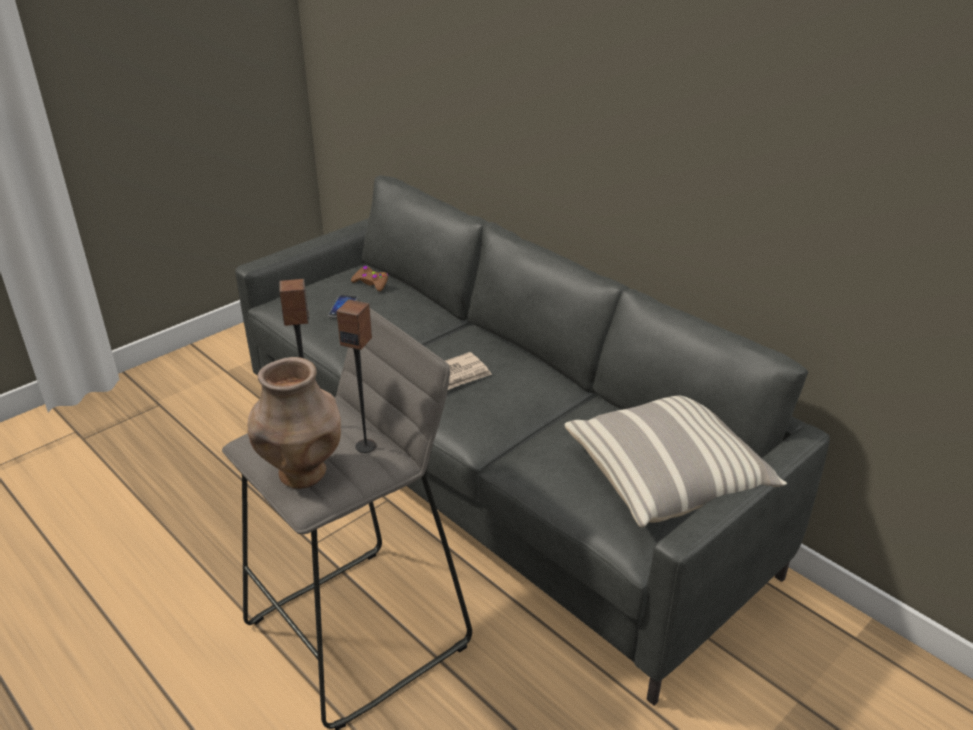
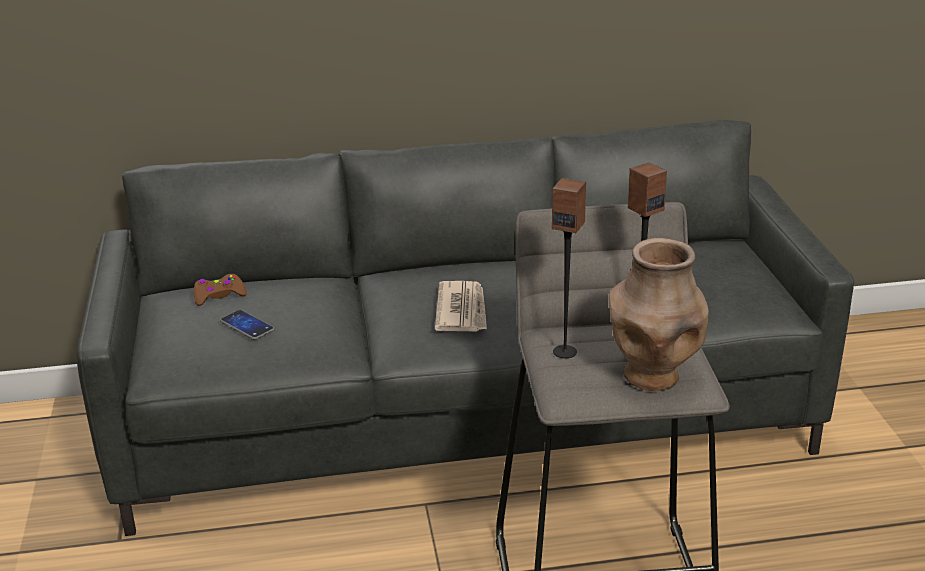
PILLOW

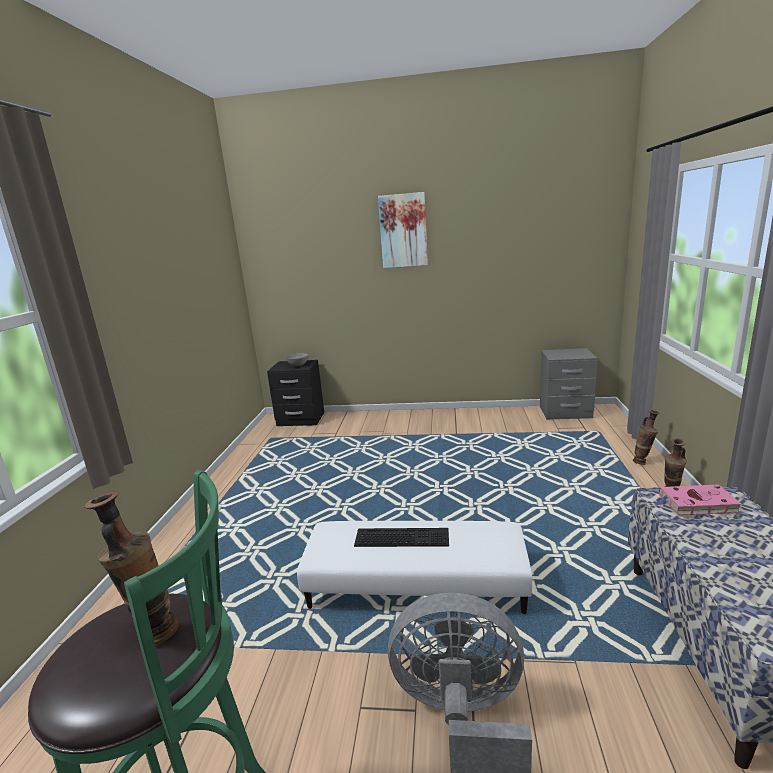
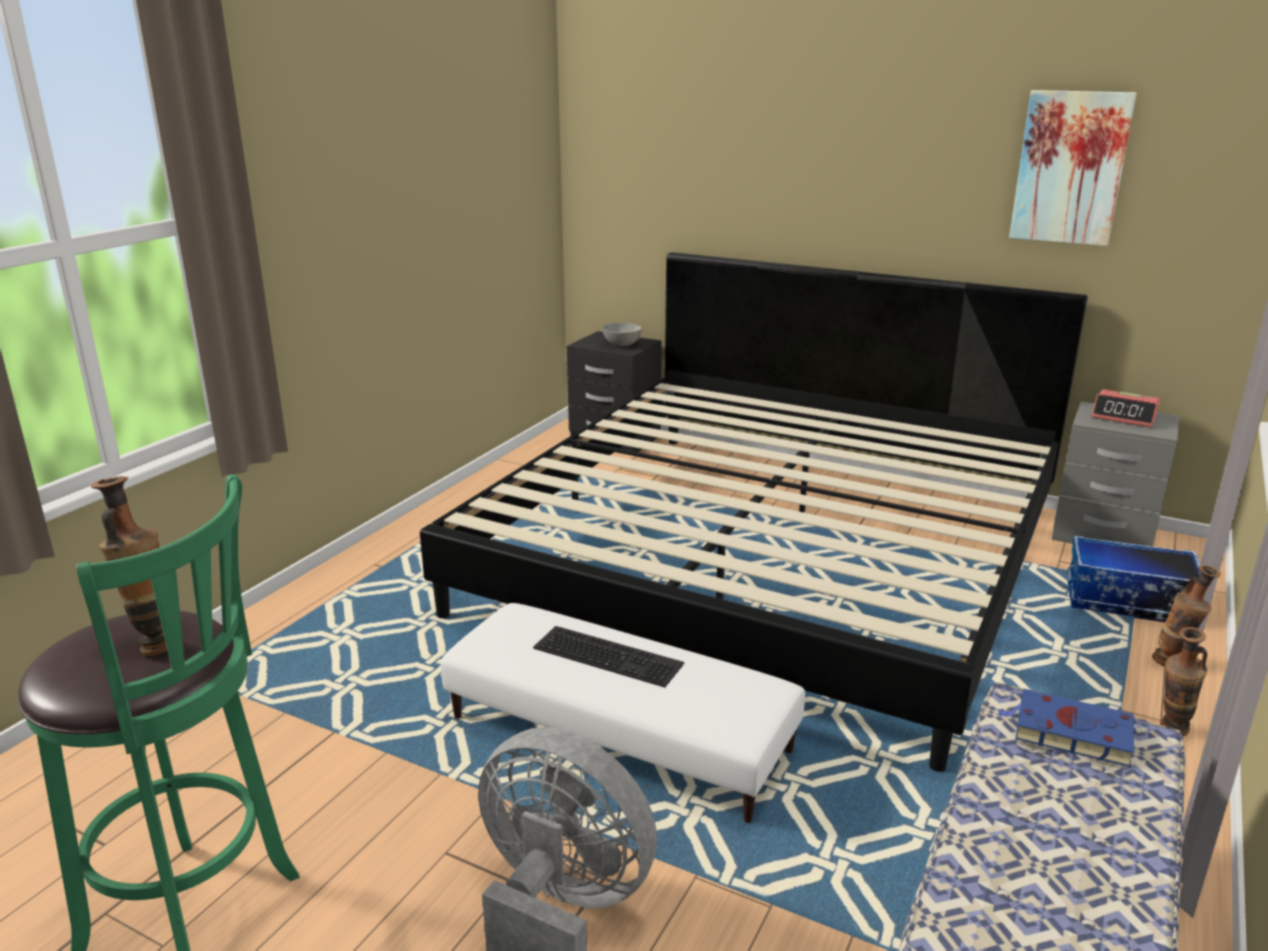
PICTURE
BLUE BOOK
BED
ALARM CLOCK
STORAGE BOX

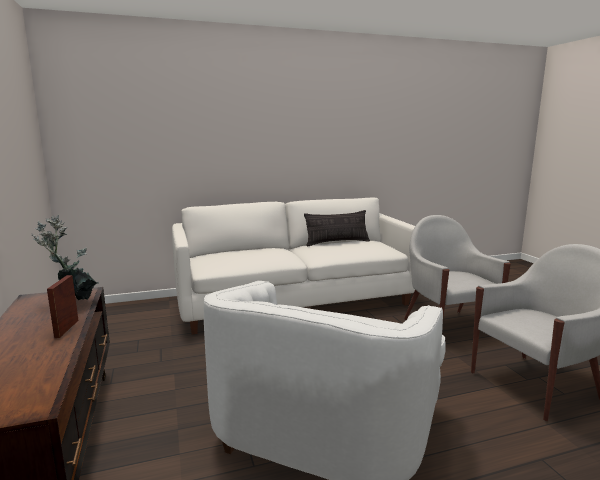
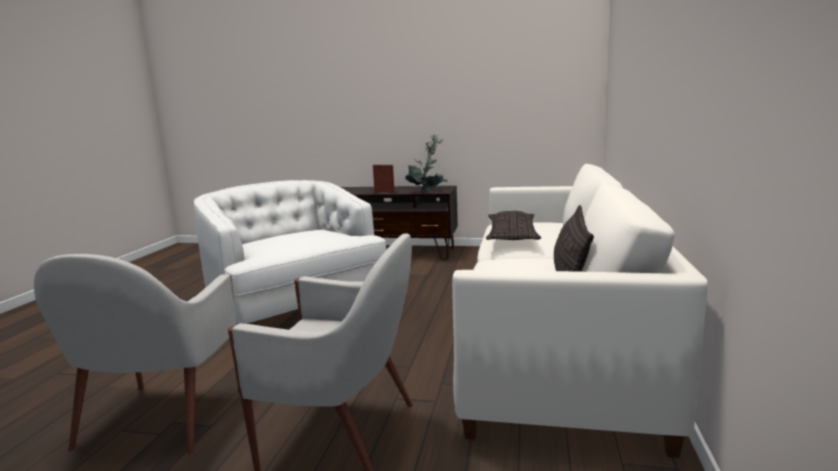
PILLOW (1st from left)

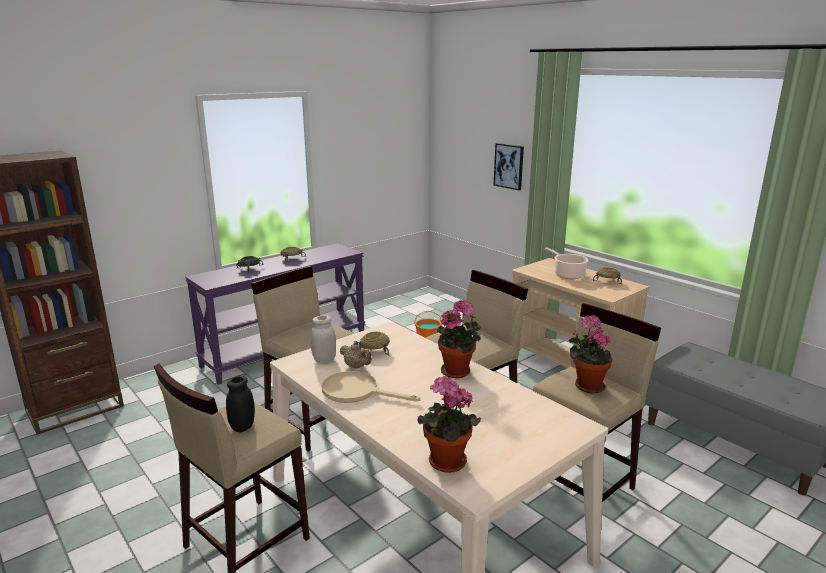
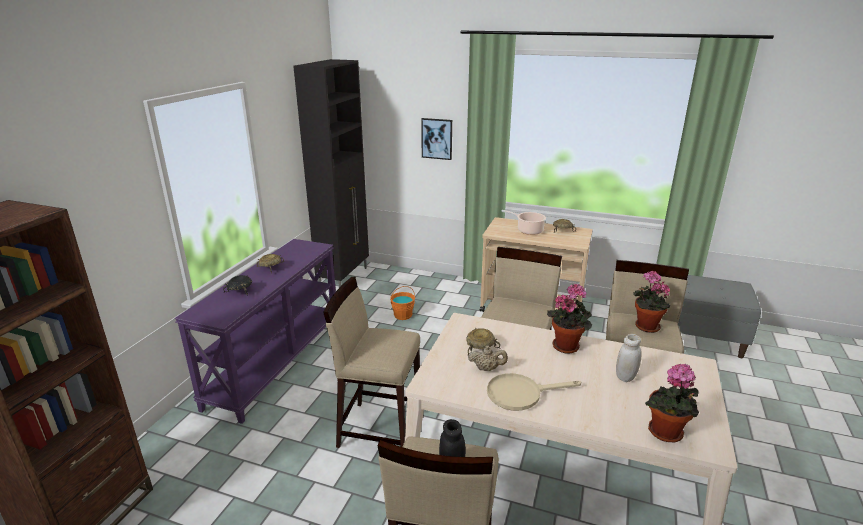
WHITE JAR
BLACK CABINET

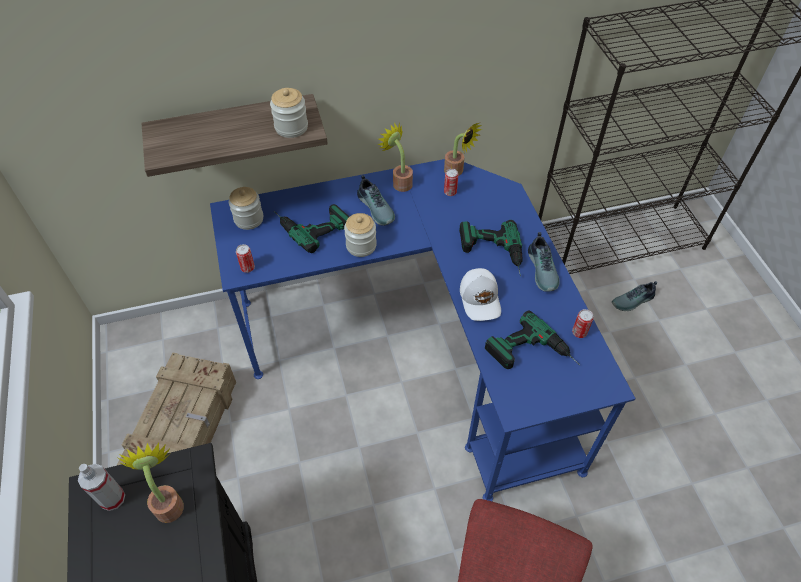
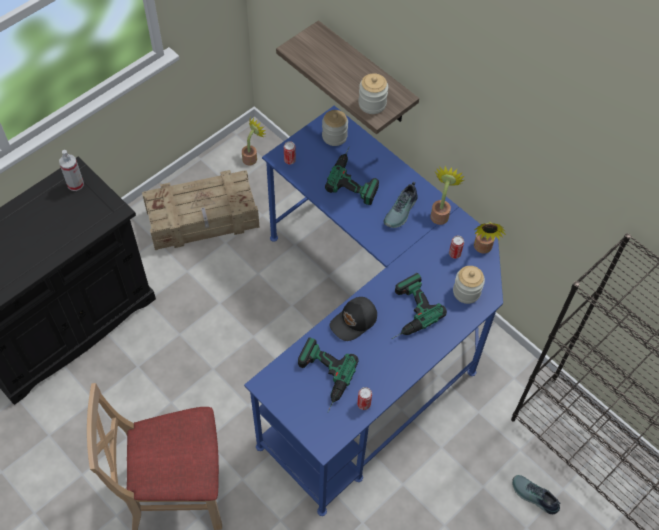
JAR (3rd from left)
SHOE (2nd from left in the first image)
BLACK CAP
POTTED PLANT (1st from left)

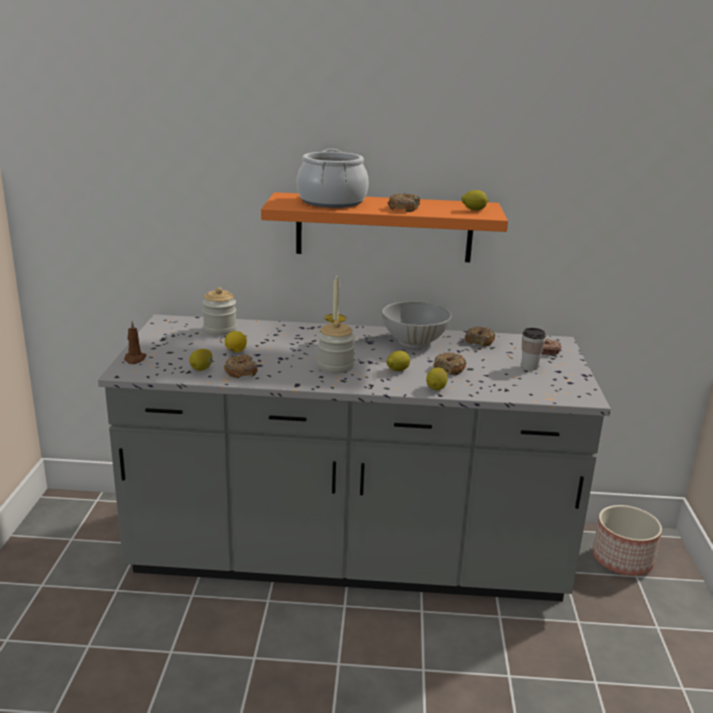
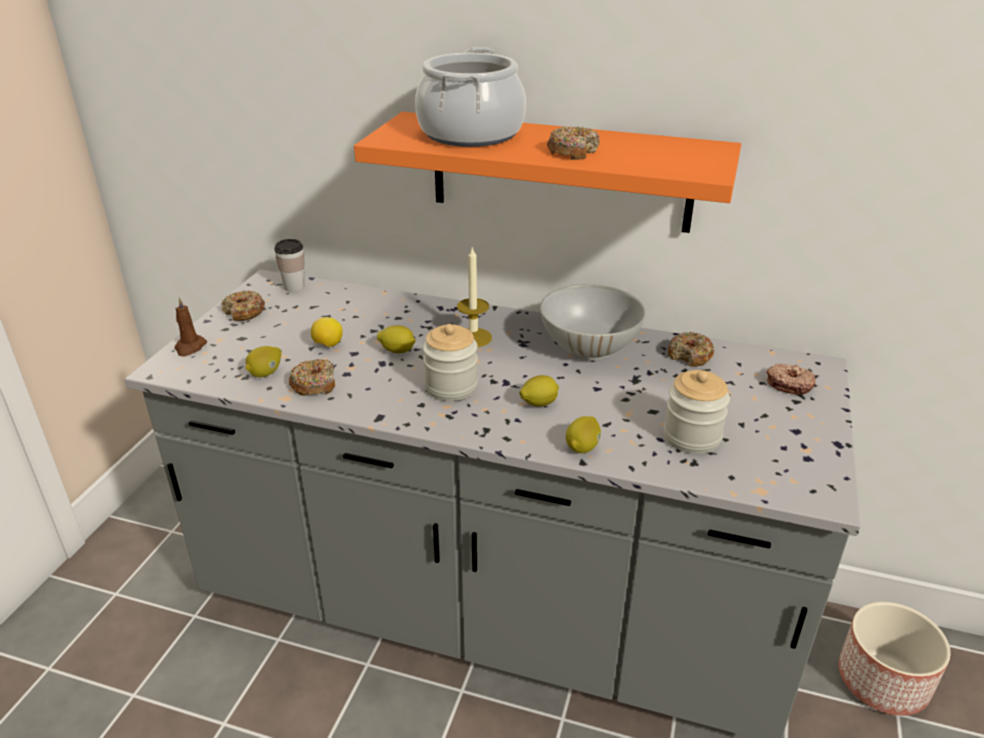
LEMON (3rd from left)
JAR (2nd from left)
CUP
DONUT (1st from left)

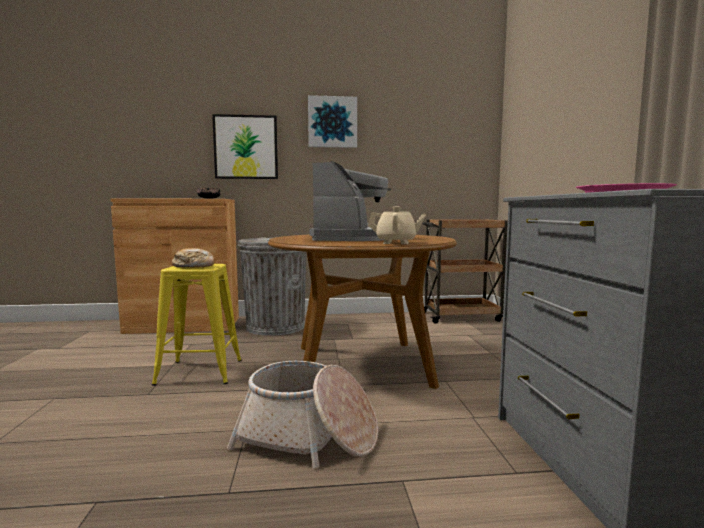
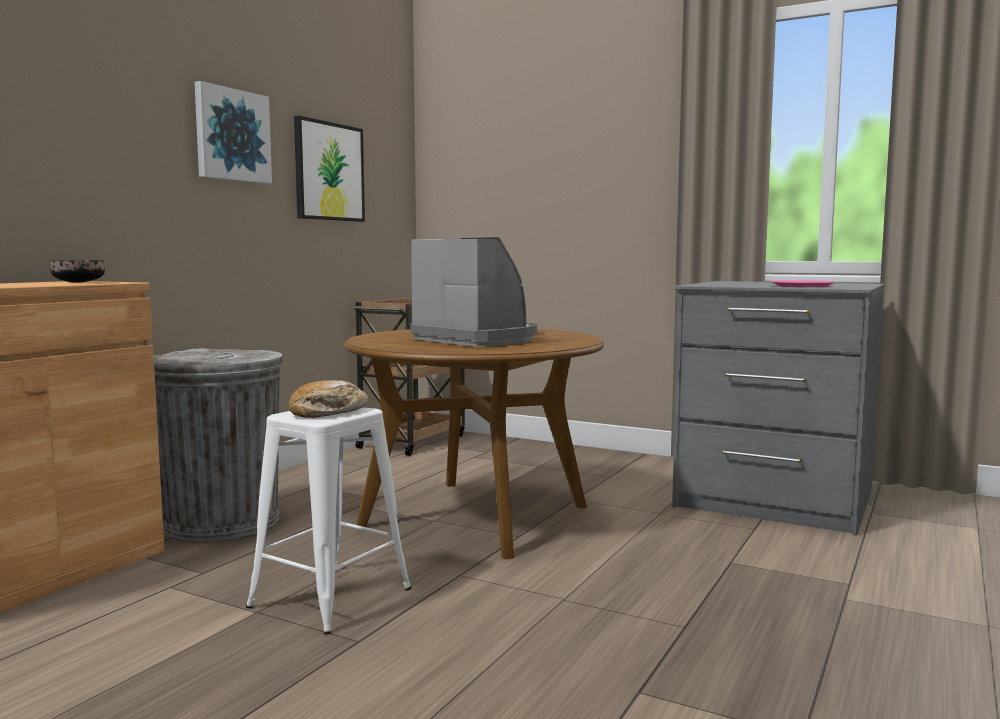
PICTURE (2nd from left)
BEIGE TEAPOT
WHITE STOOL
BASKET

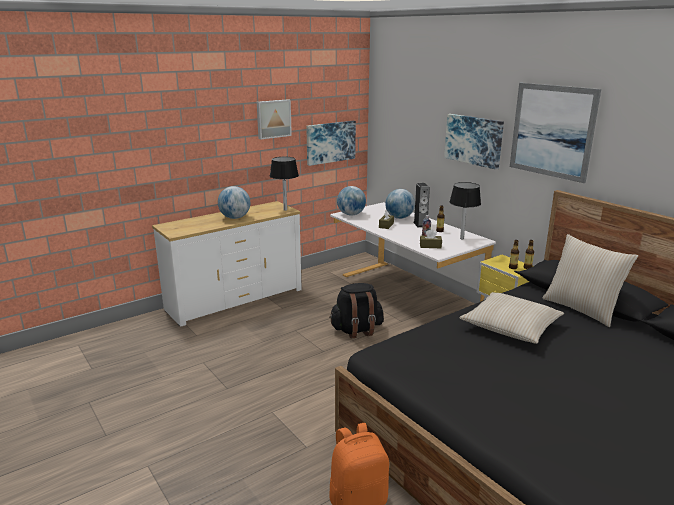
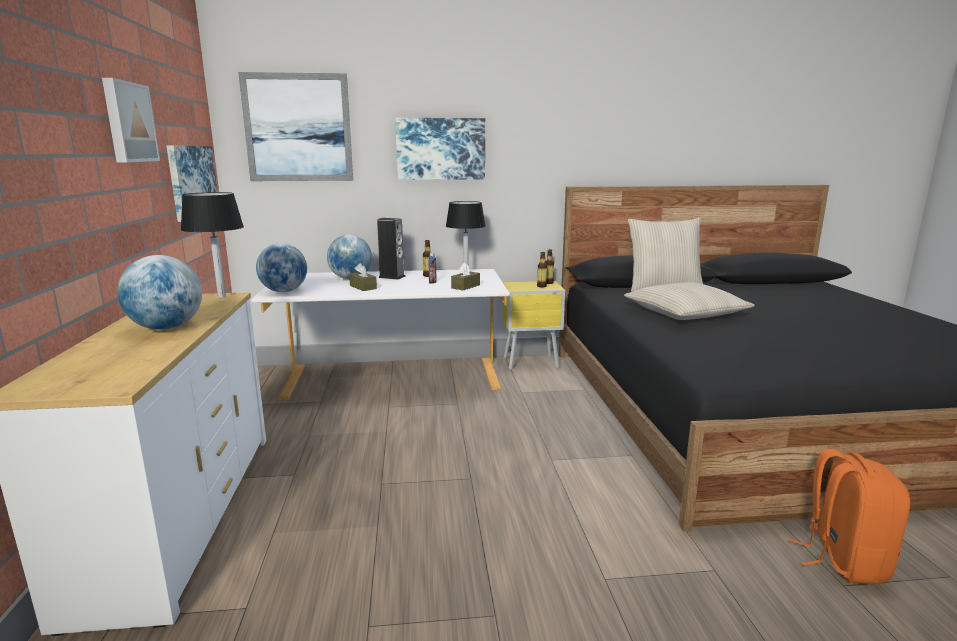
PICTURE (3rd from left)
BLACK BACKPACK

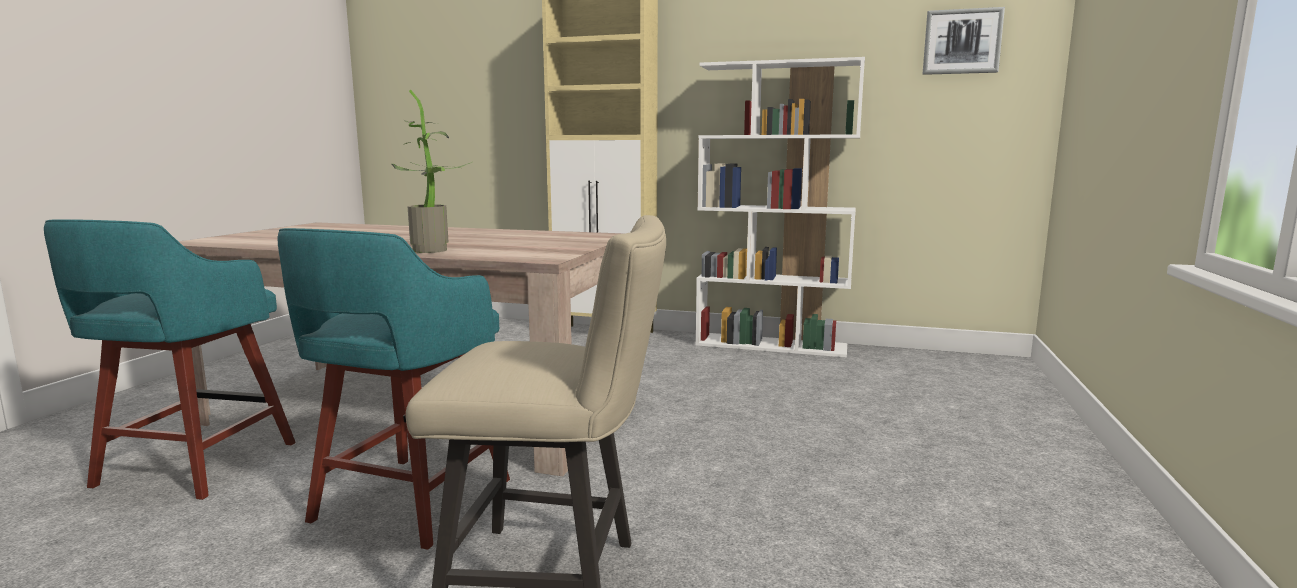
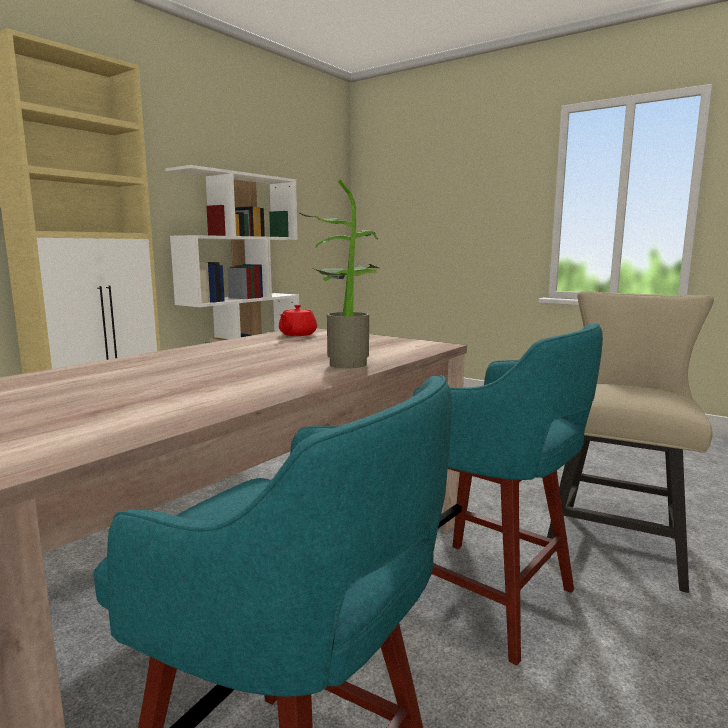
PICTURE
RED TEAPOT

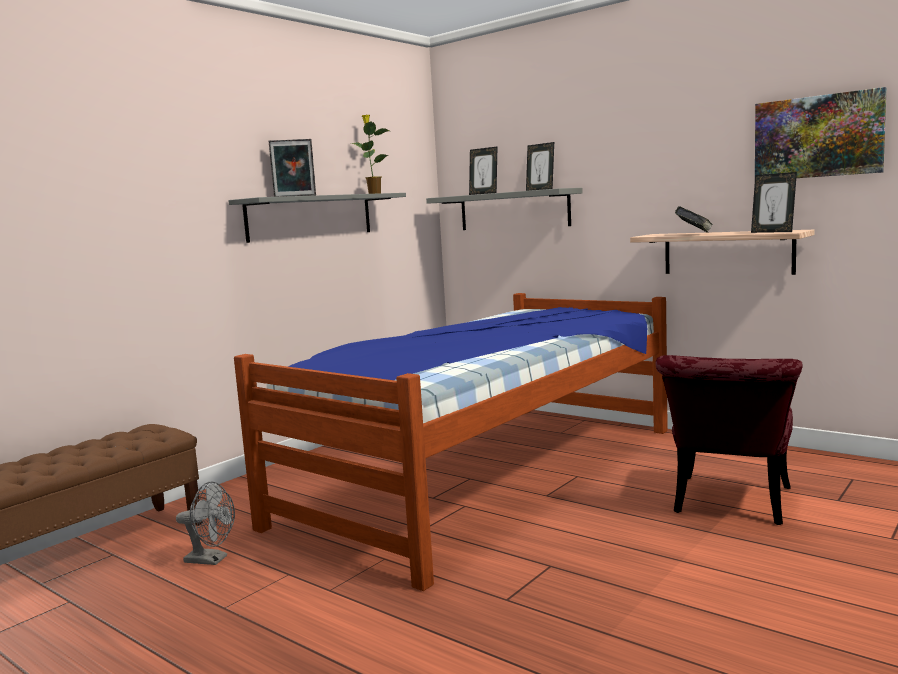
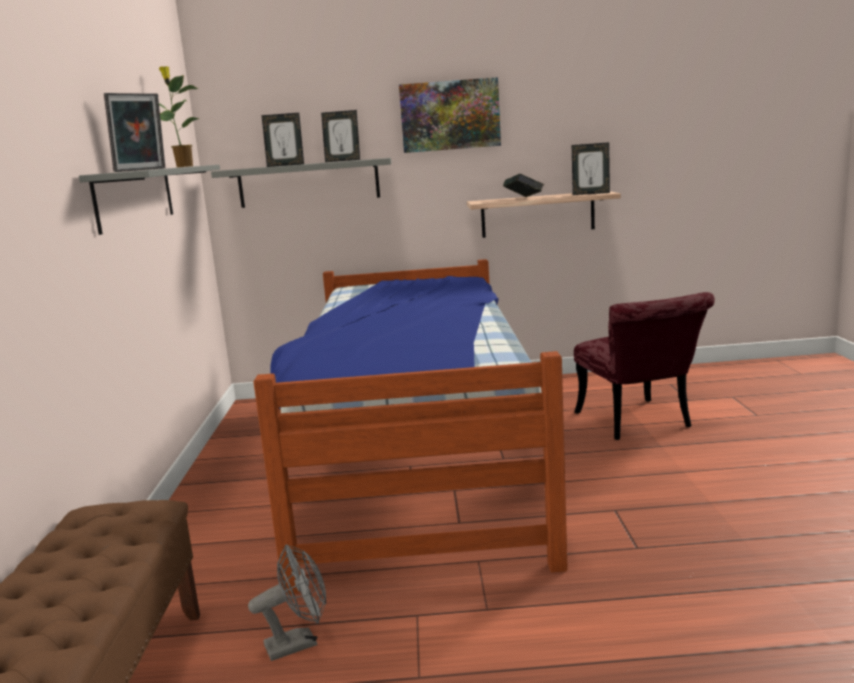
PICTURE

